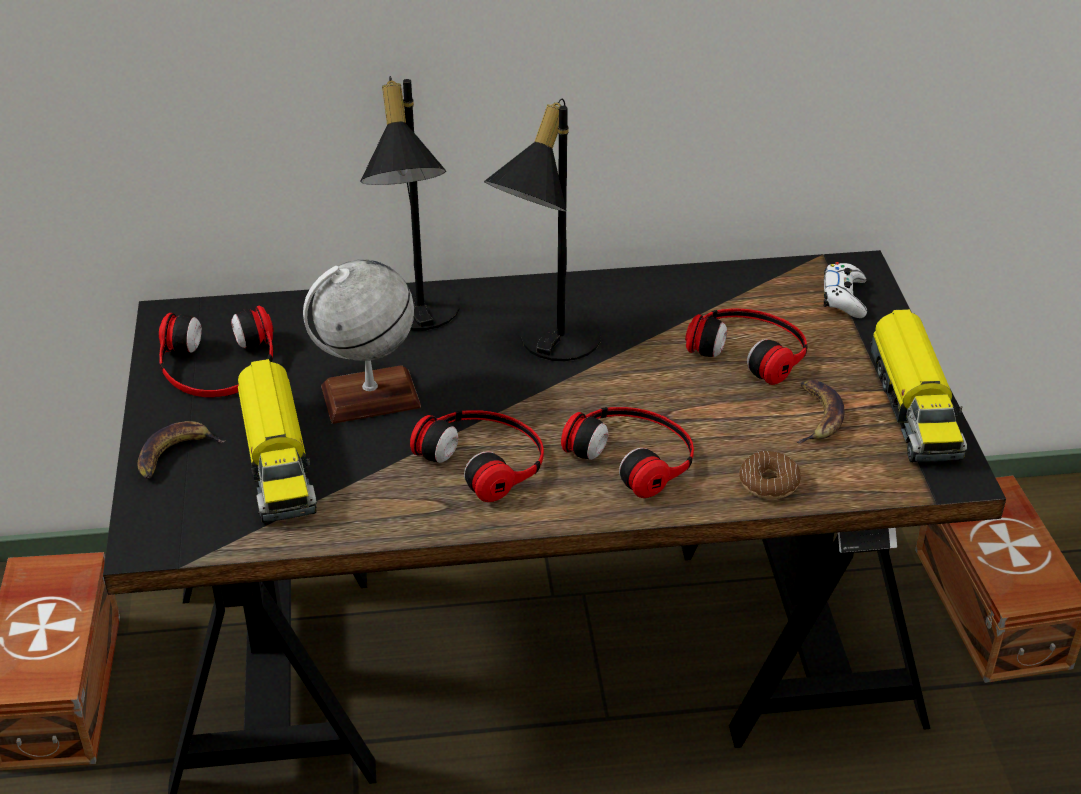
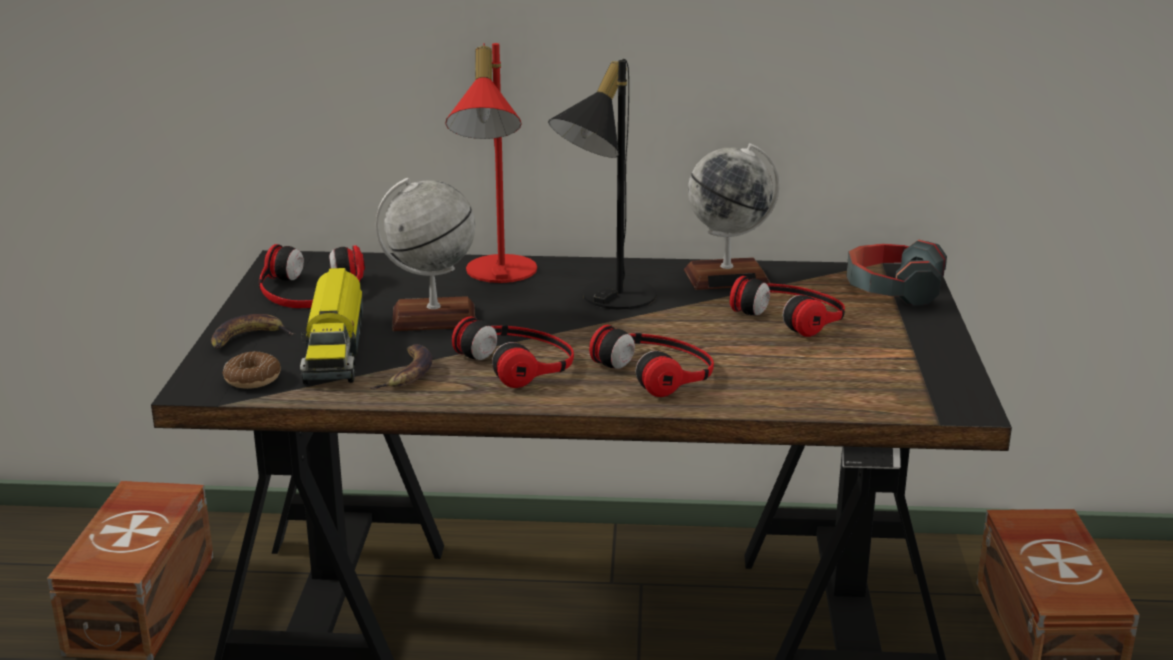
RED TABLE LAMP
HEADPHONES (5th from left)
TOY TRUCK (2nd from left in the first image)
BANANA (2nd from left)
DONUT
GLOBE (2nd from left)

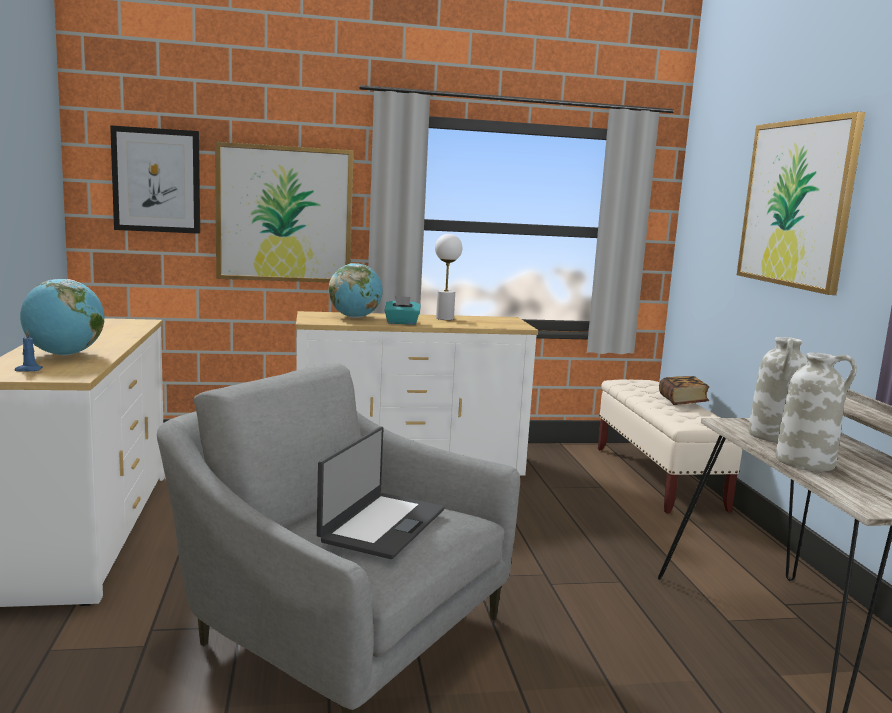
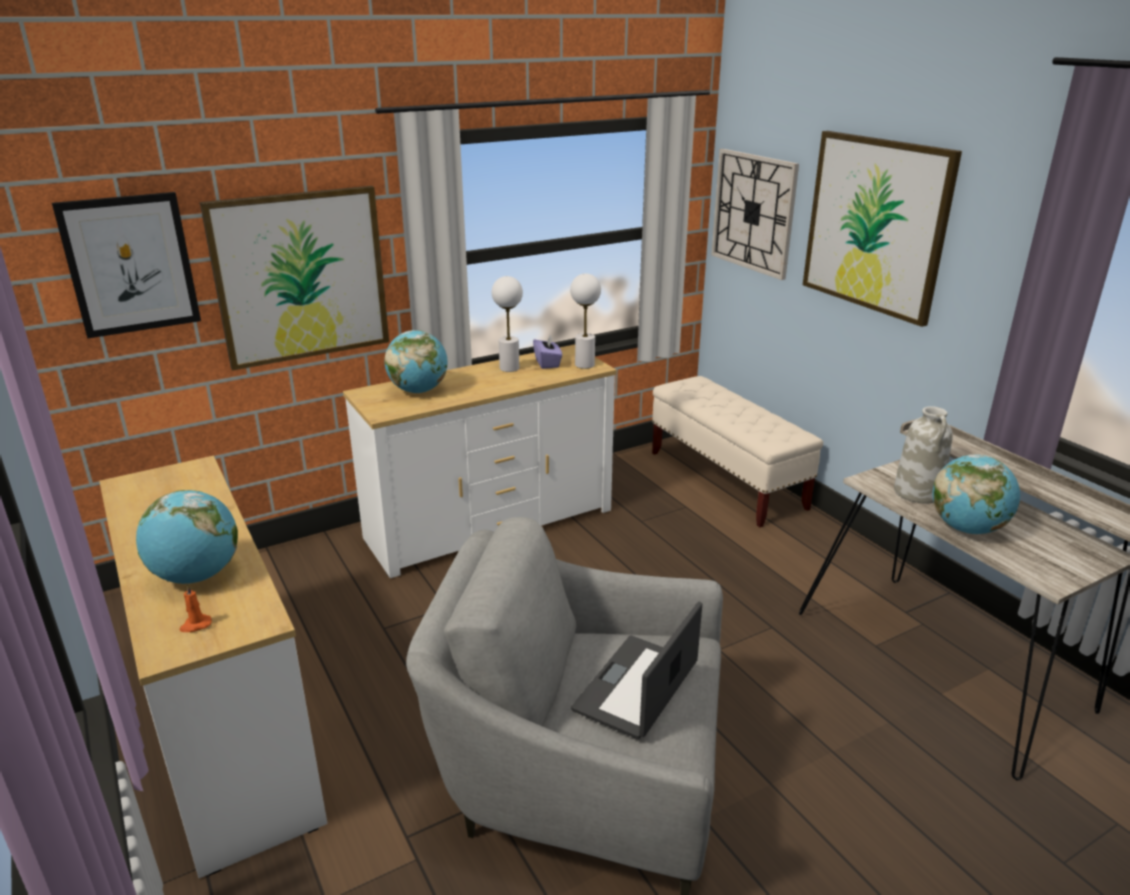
TURQUOISE TISSUE BOX
ORANGE CANDLE
GLOBE (3rd from left)
BOOK
LAPTOP
WALL CLOCK
WHITE TABLE LAMP (2nd from left)
PURPLE TISSUE BOX

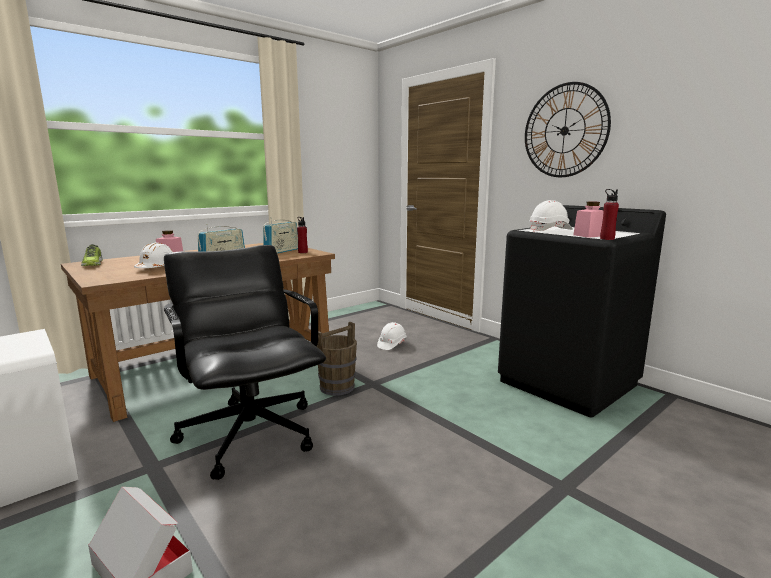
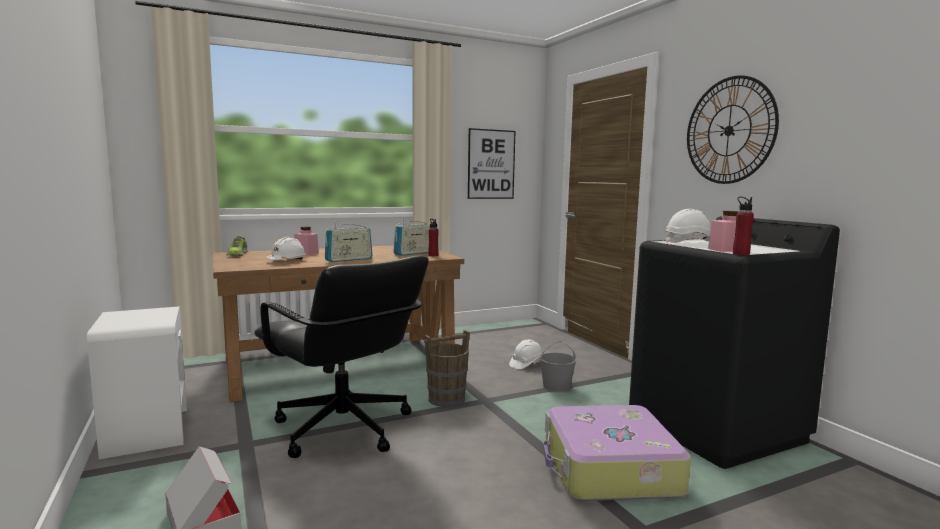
BLACK OFFICE CHAIR
PICTURE
GREY BUCKET
SUITCASE

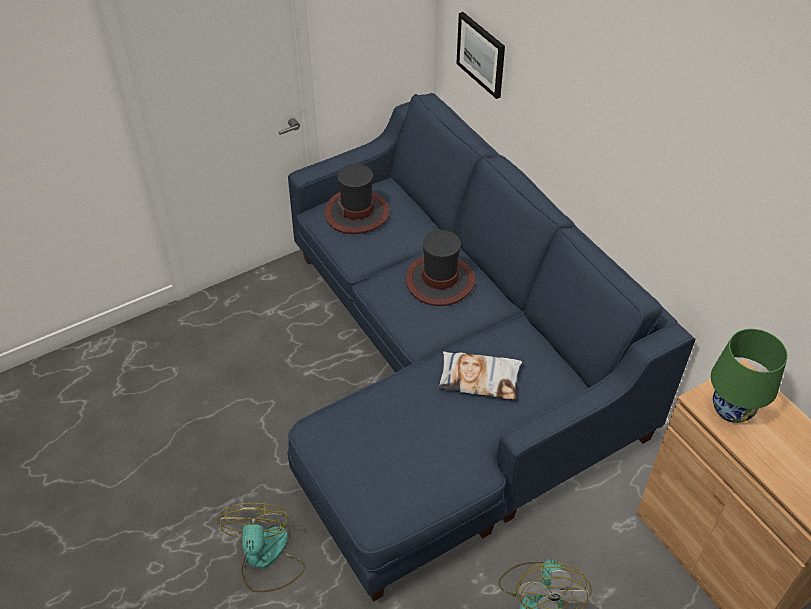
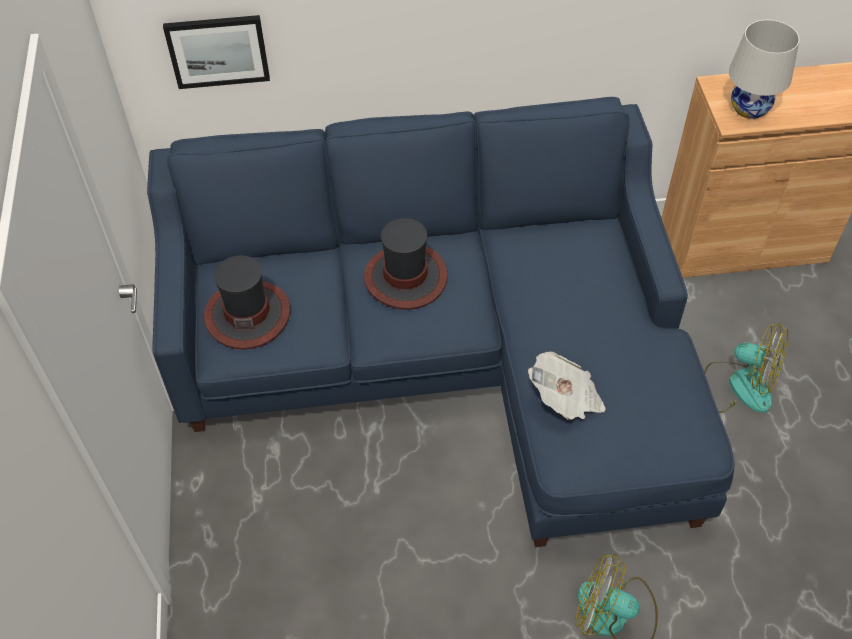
WHITE TABLE LAMP
PILLOW
NEWSPAPER

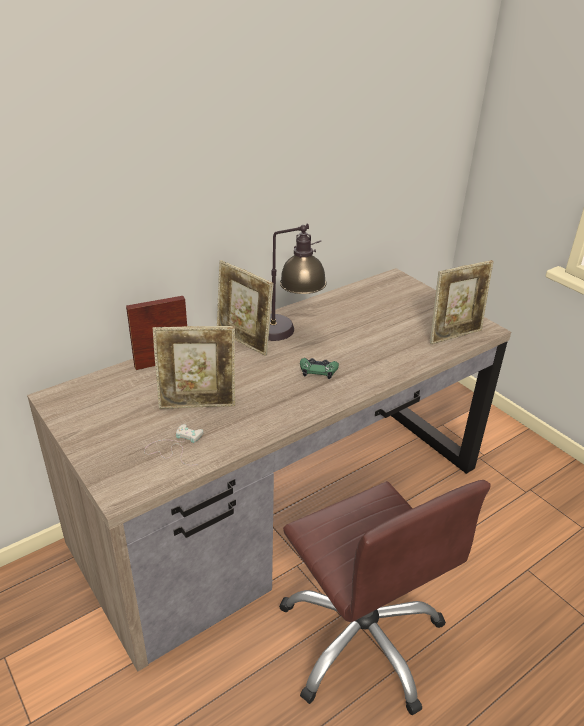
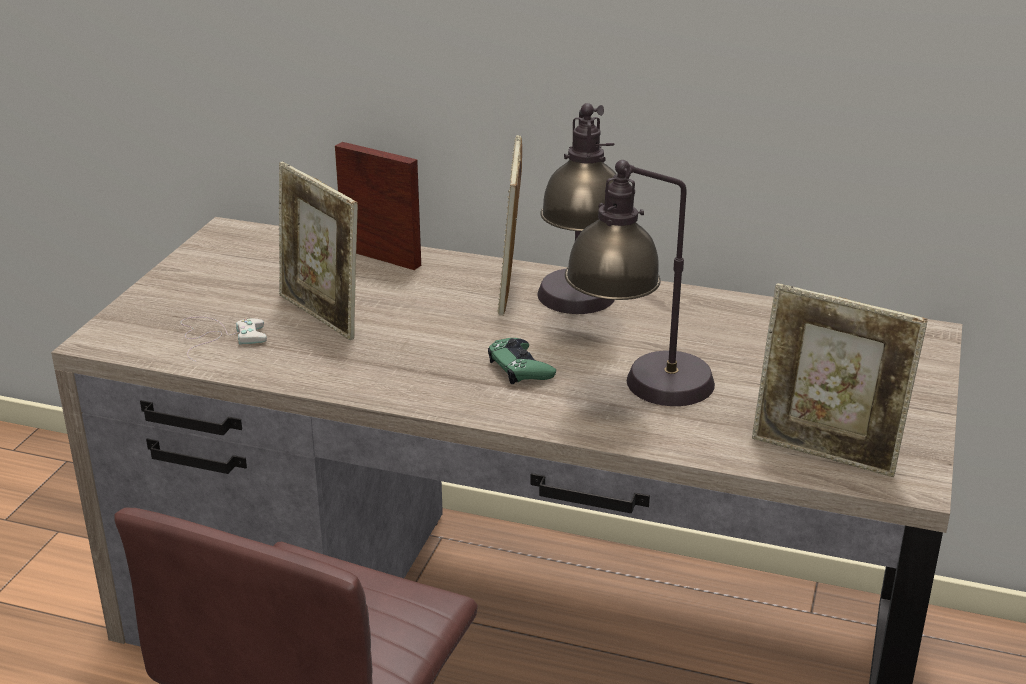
TABLE LAMP (2nd from left)

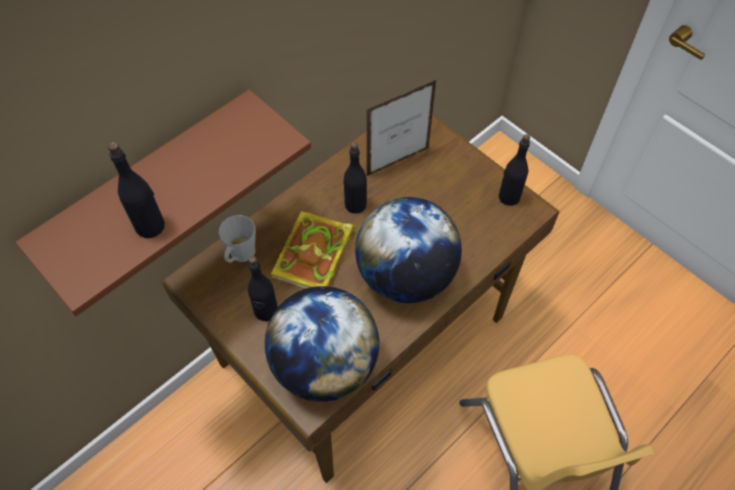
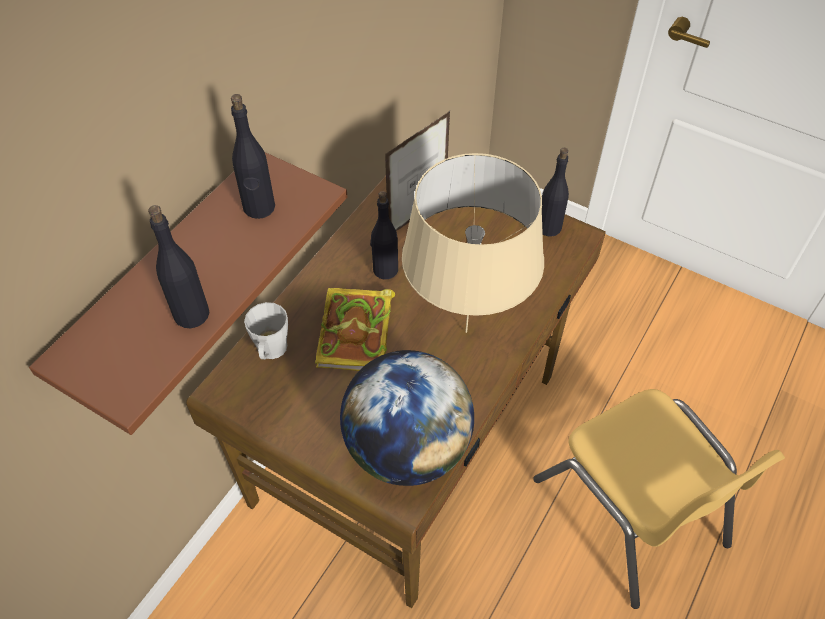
BEIGE TABLE LAMP
BLACK BOTTLE (2nd from left)

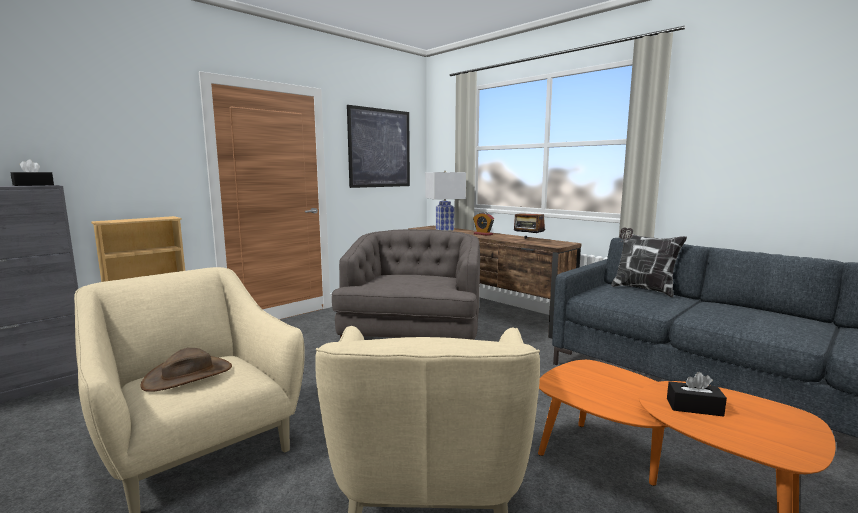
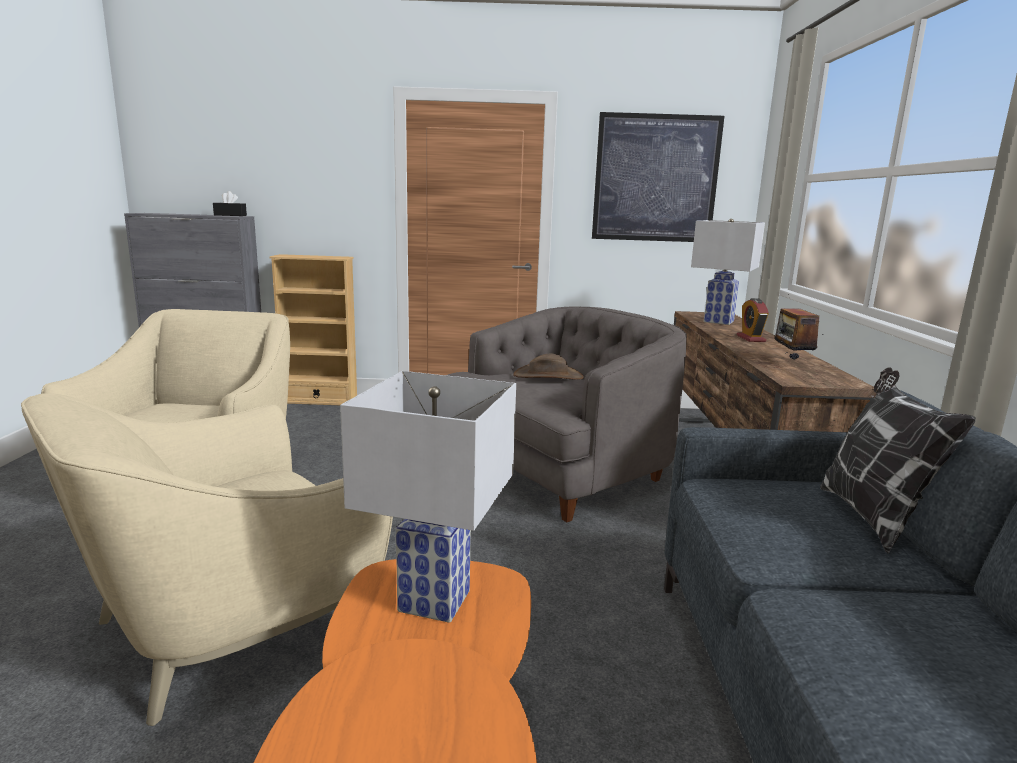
BROWN HAT
BLACK TISSUE BOX (2nd from left in the first image)
WHITE TABLE LAMP (1st from left)

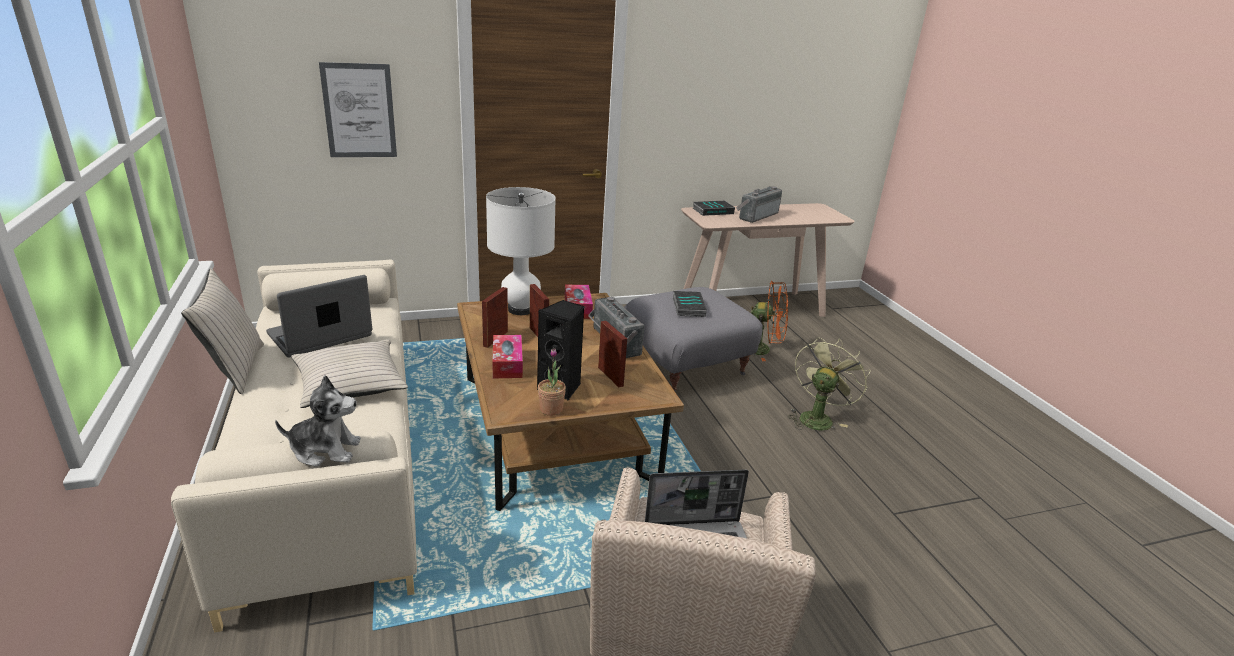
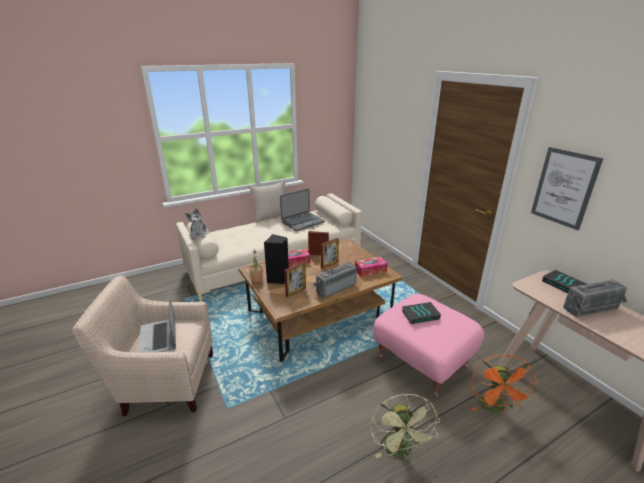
PICTURE
RADIO (2nd from left)
WHITE TABLE LAMP
LAPTOP (2nd from left)
PINK OTTOMAN
GREEN FAN
BEIGE PILLOW (2nd from left in the first image)

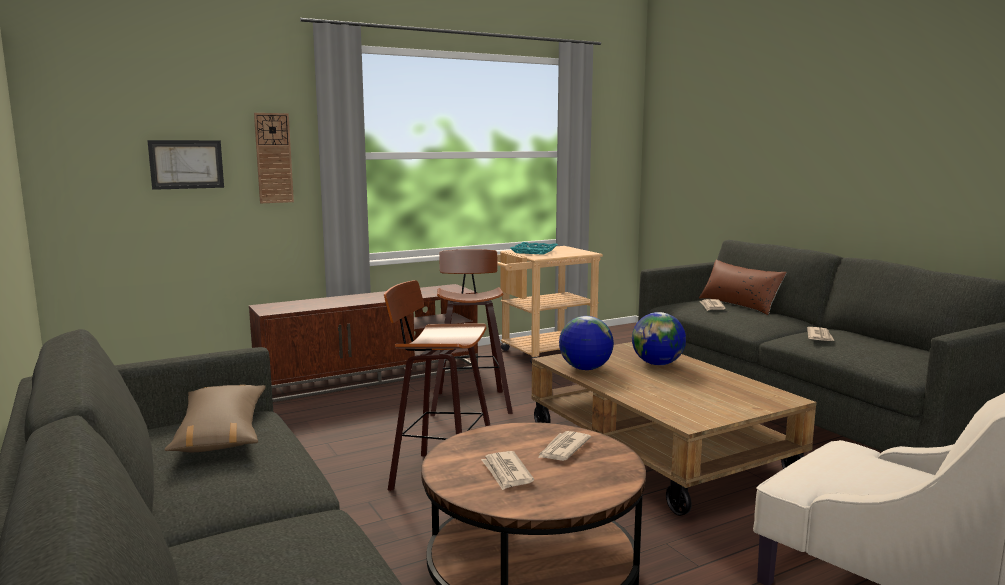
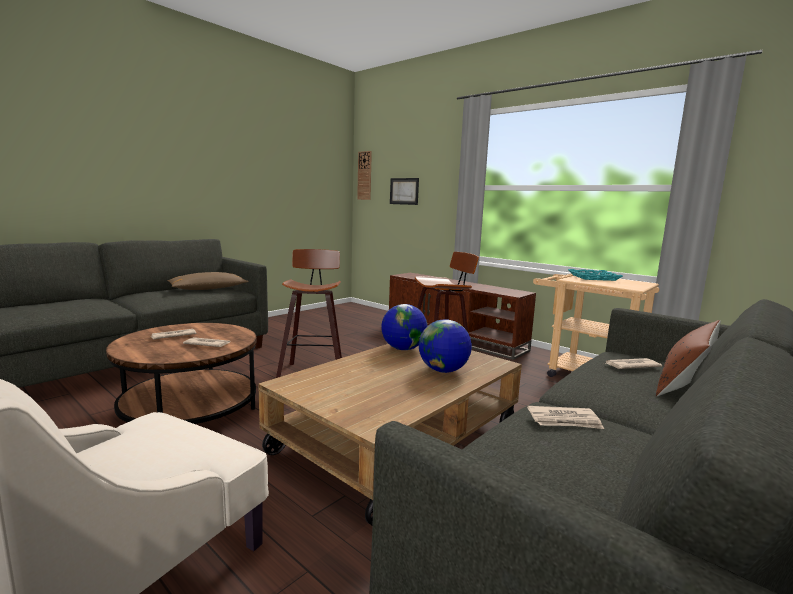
WALL CLOCK

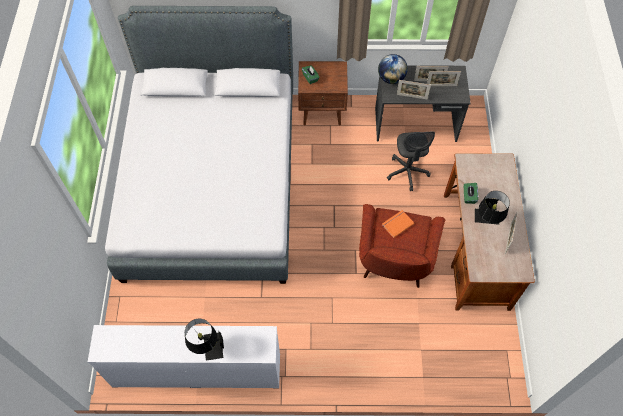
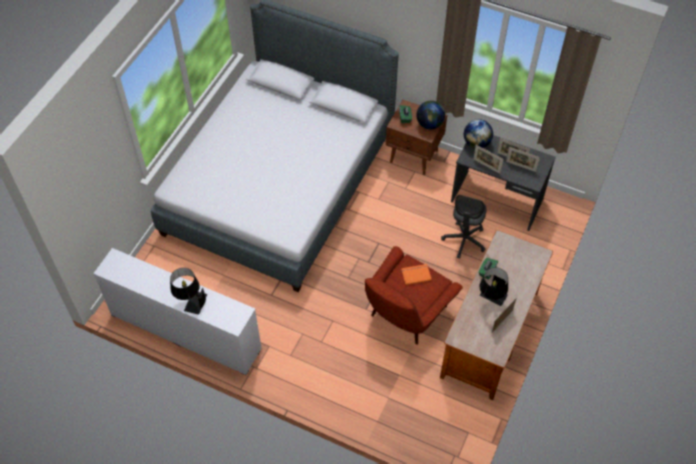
GLOBE (1st from left)

